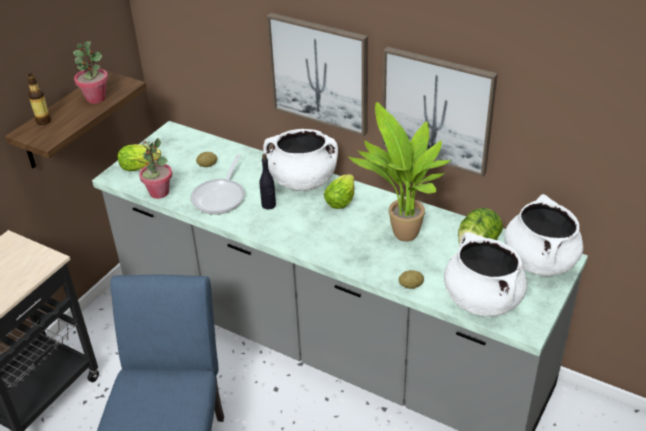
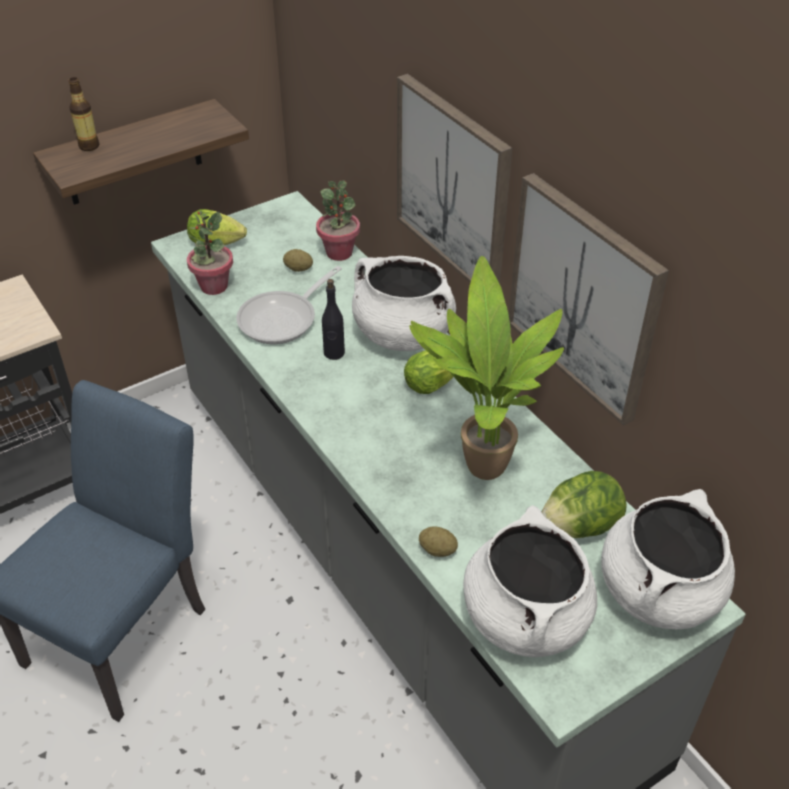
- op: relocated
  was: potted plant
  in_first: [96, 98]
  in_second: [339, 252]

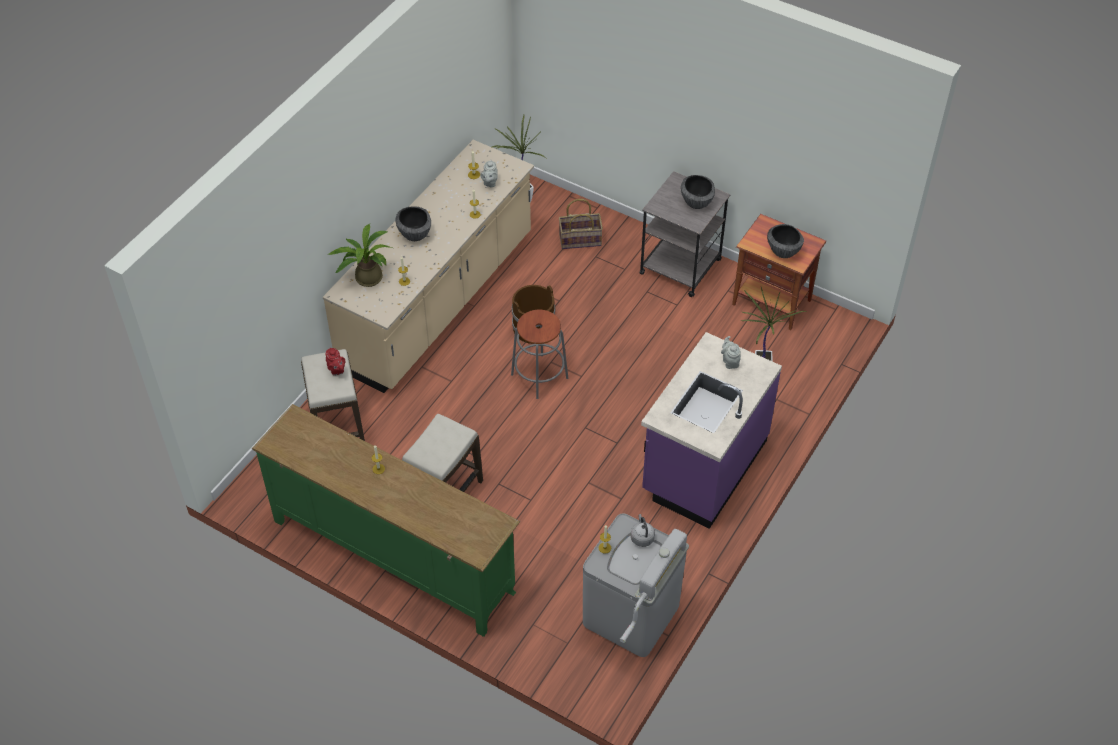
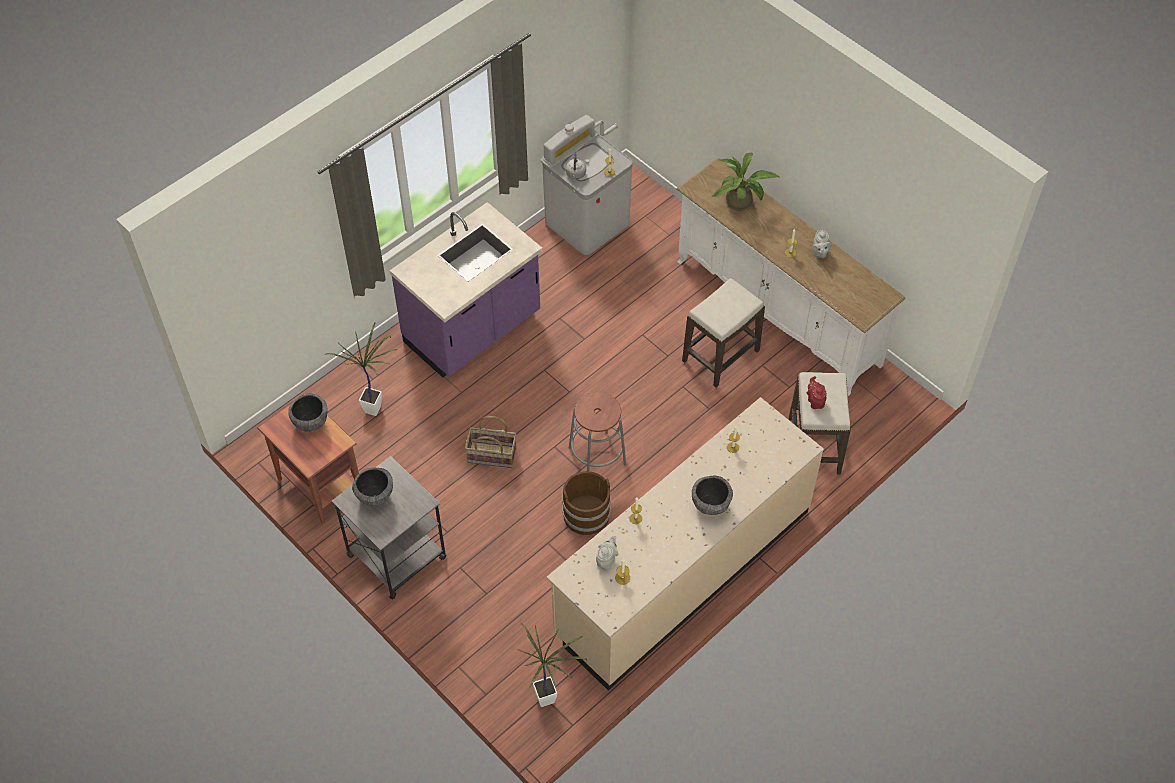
- op: relocated
  was: basket
  in_first: [580, 239]
  in_second: [491, 456]
- op: colour
  was: cabinet in green
  now: cabinet in white
  in_first: [394, 555]
  in_second: [776, 313]
- op: relocated
  was: potted plant
  in_first: [365, 278]
  in_second: [742, 203]
- op: relocated
  was: teapot in grey
  in_first: [730, 361]
  in_second: [819, 253]

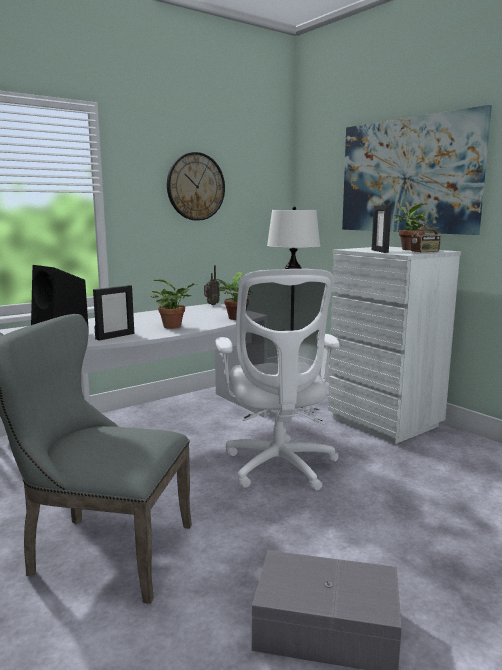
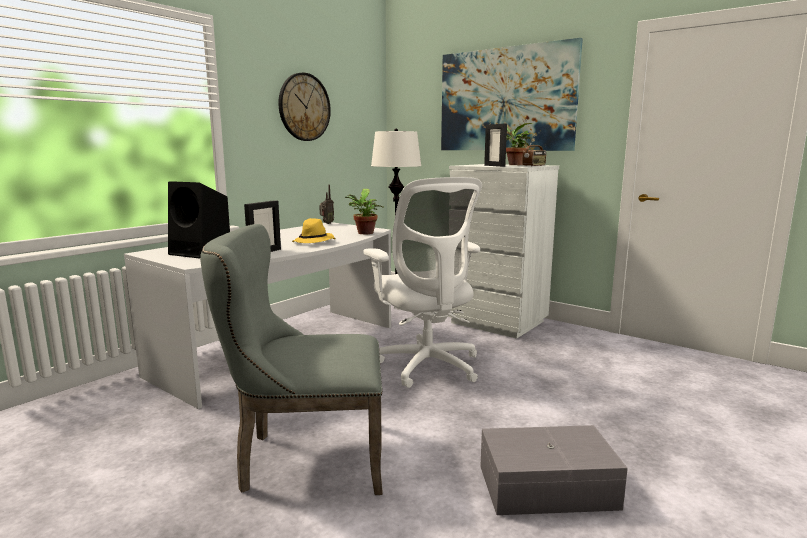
- op: exchanged
  was: potted plant
  now: hat in yellow
  in_first: [174, 326]
  in_second: [314, 242]

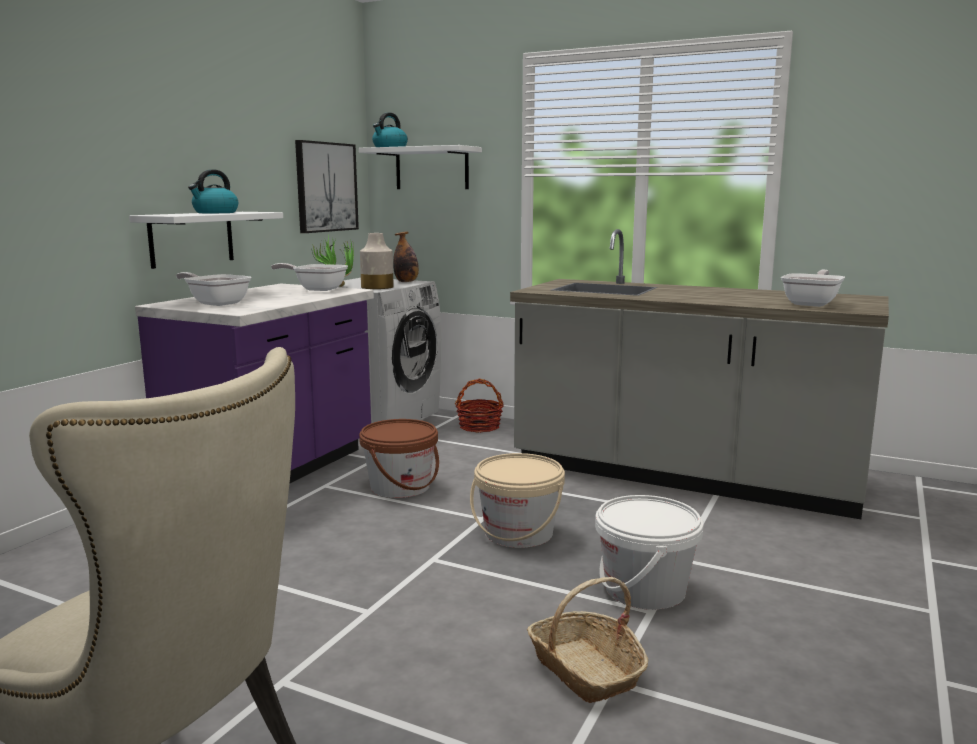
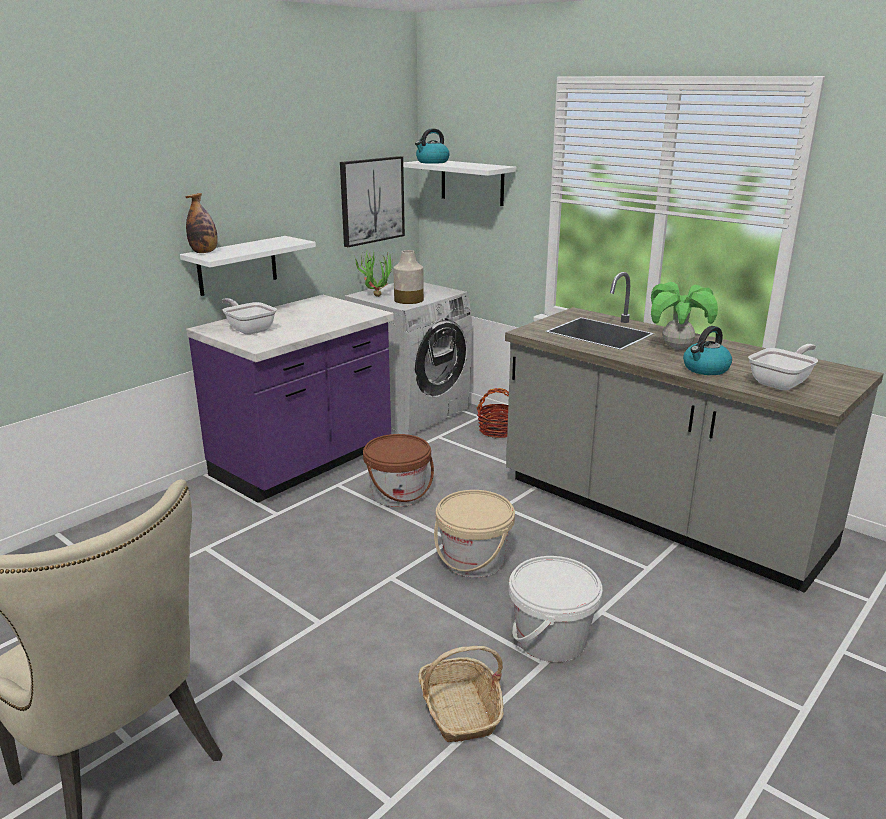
- op: relocated
  was: bottle
  in_first: [406, 282]
  in_second: [204, 252]
- op: appeared
  now: potted plant
  in_second: [676, 347]
- op: relocated
  was: kettle
  in_first: [215, 212]
  in_second: [705, 369]
- op: missing
  was: frying pan
  in_first: [316, 289]

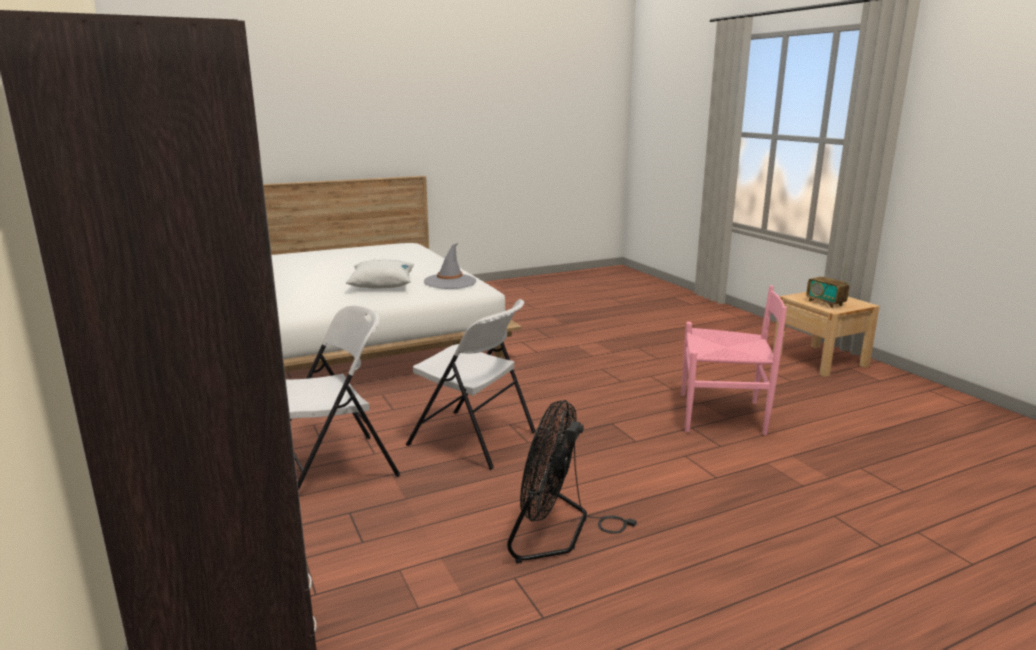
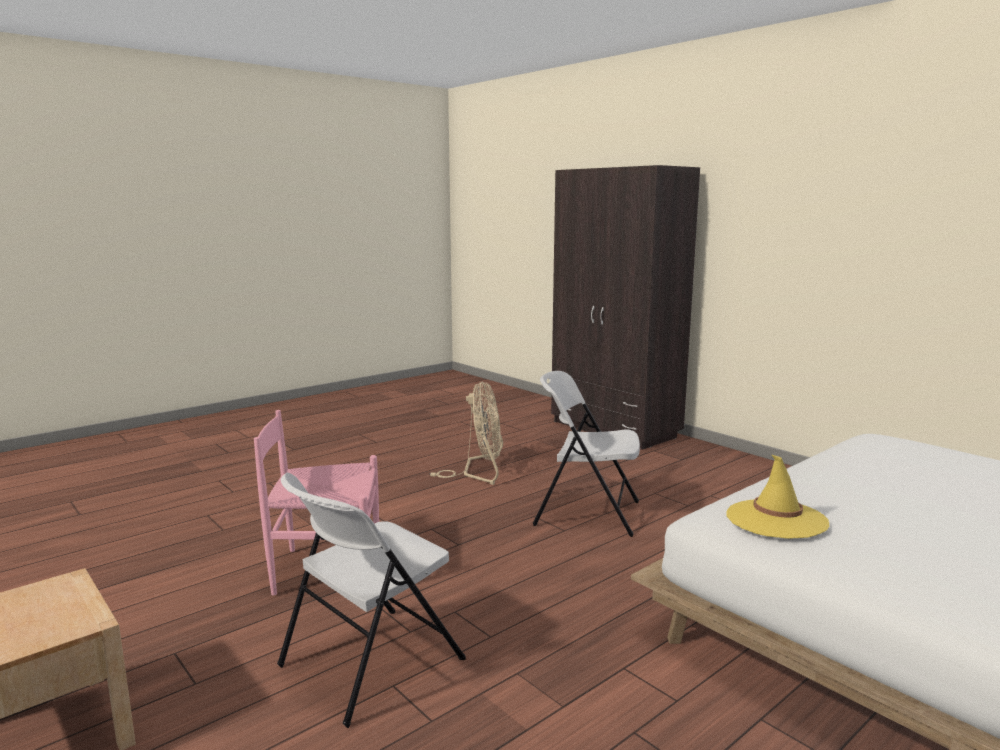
- op: relocated
  was: chair in white
  in_first: [333, 469]
  in_second: [371, 662]
- op: colour
  was: fan in black
  now: fan in beige
  in_first: [562, 527]
  in_second: [478, 470]
- op: colour
  was: hat in grey
  now: hat in yellow
  in_first: [450, 282]
  in_second: [776, 519]
- op: missing
  was: pillow in grey
  in_first: [382, 285]
- op: missing
  was: radio
  in_first: [825, 303]

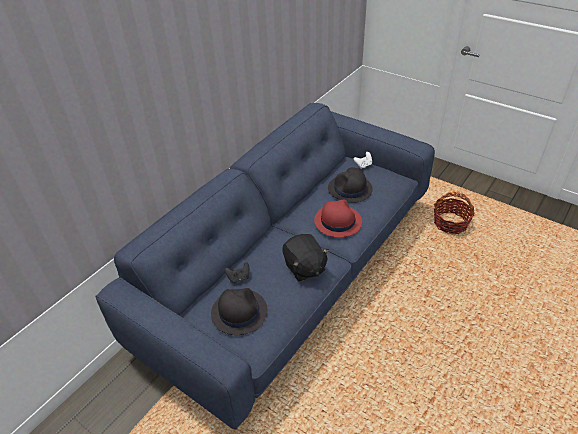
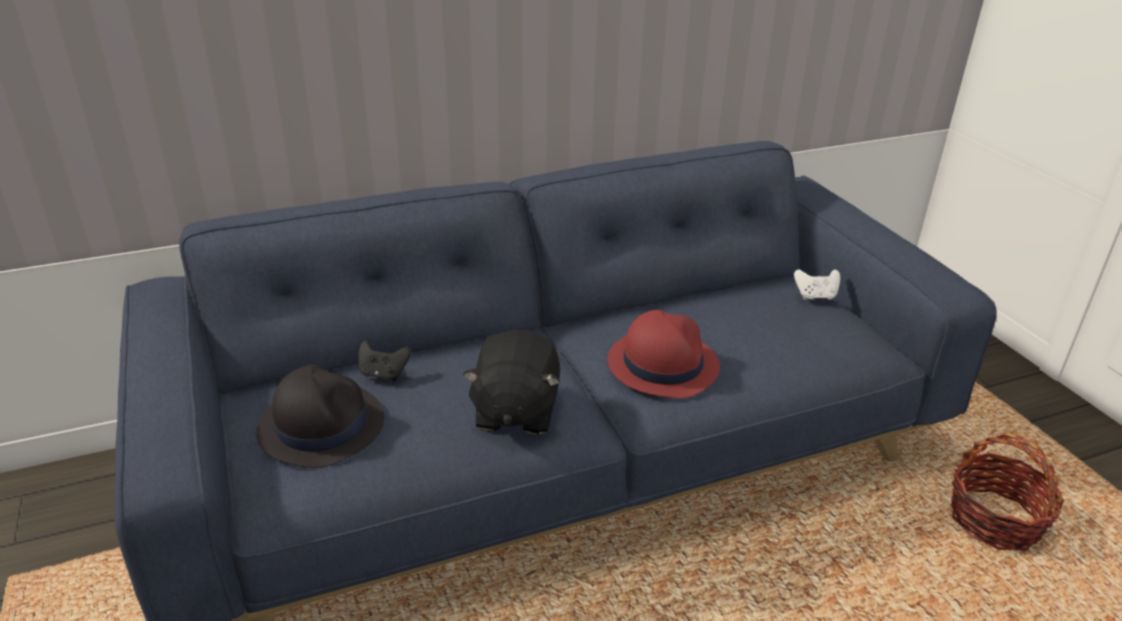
- op: missing
  was: hat in black
  in_first: [350, 189]

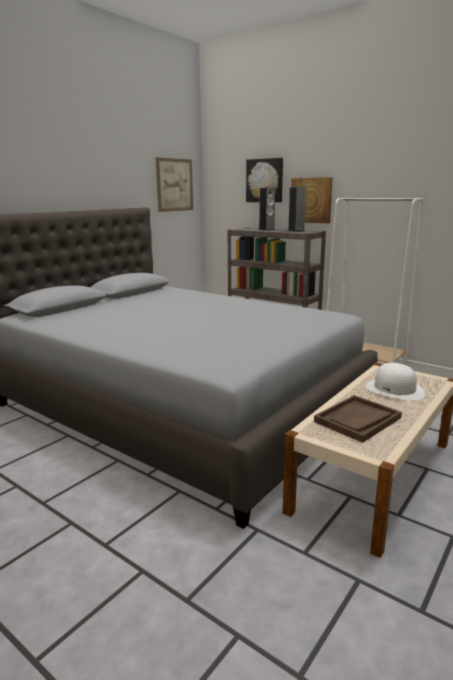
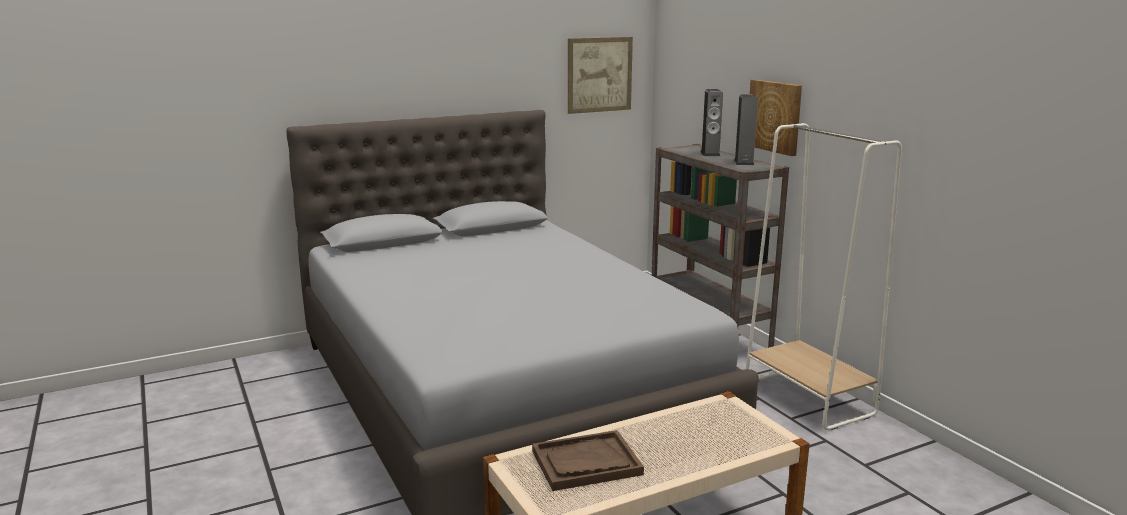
- op: missing
  was: picture
  in_first: [265, 180]
- op: missing
  was: hat in white
  in_first: [395, 389]

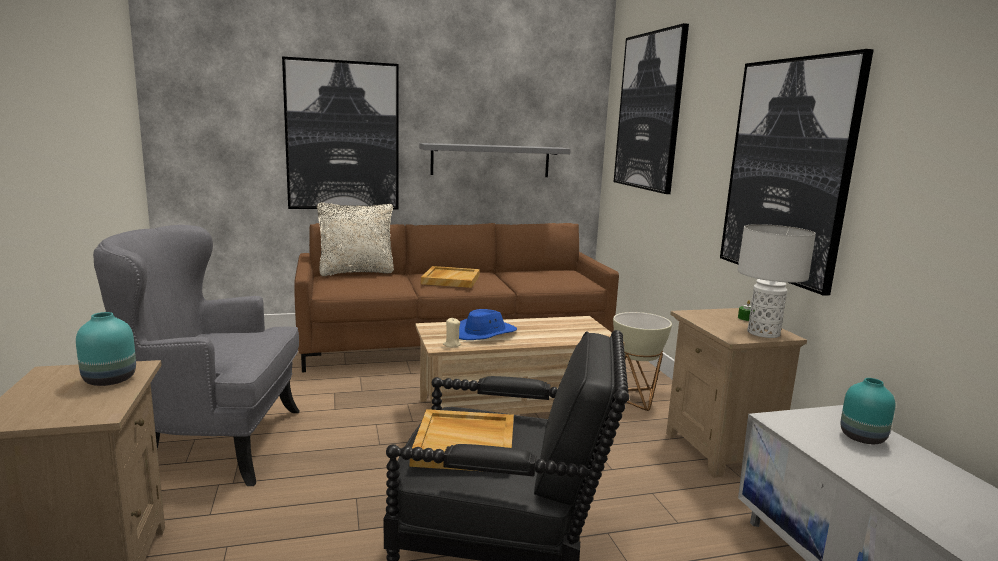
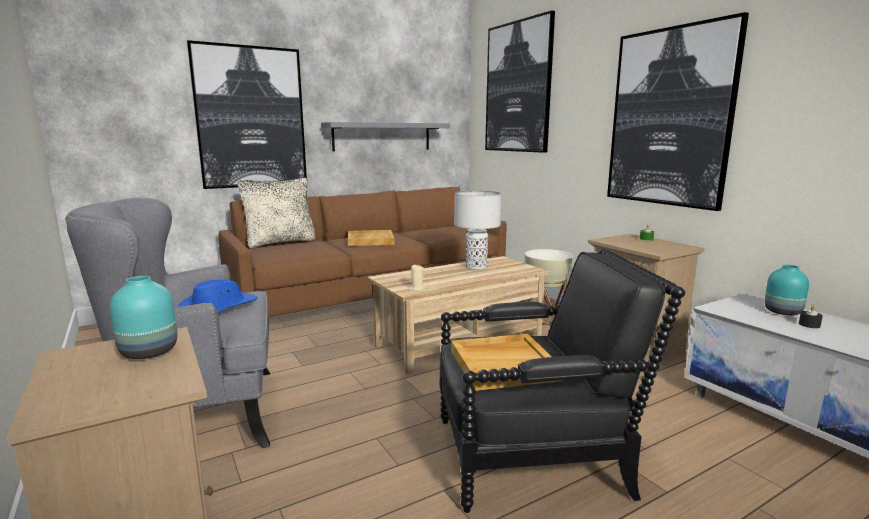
- op: relocated
  was: hat in blue
  in_first: [485, 333]
  in_second: [219, 307]
- op: relocated
  was: table lamp in white
  in_first: [764, 333]
  in_second: [476, 266]
- op: appeared
  now: candle in black
  in_second: [809, 325]

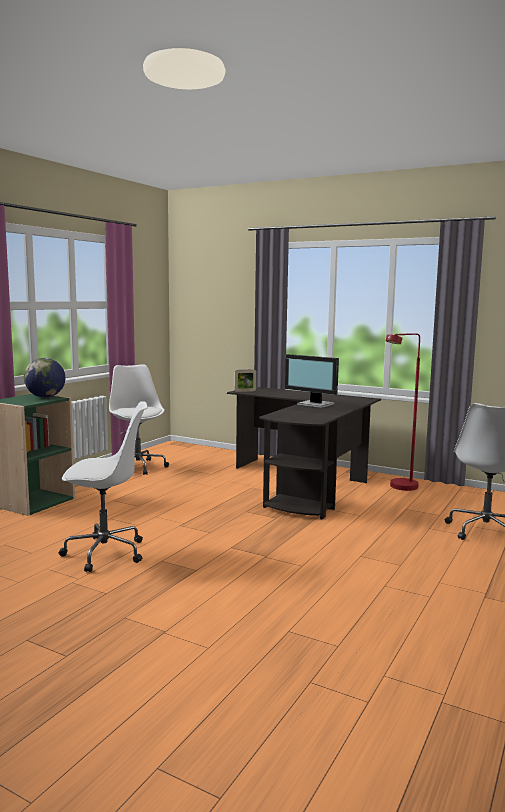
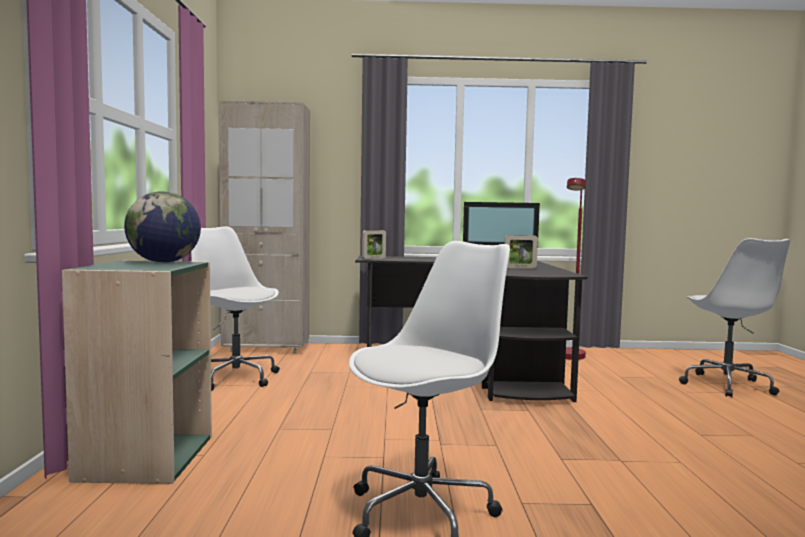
- op: appeared
  now: cabinet in beige
  in_second: [267, 348]
- op: appeared
  now: picture frame
  in_second: [520, 268]

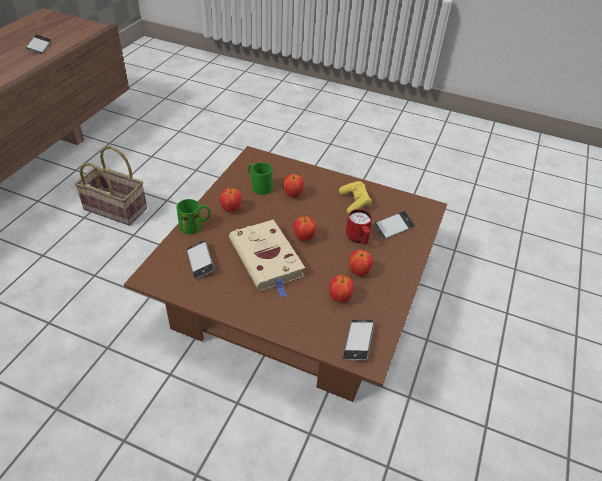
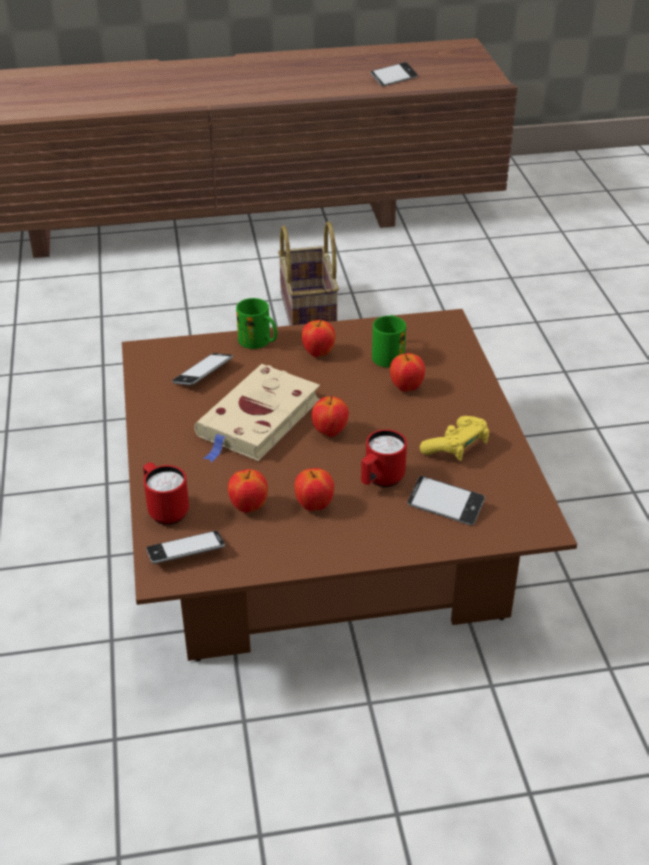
- op: appeared
  now: mug in red
  in_second: [165, 510]

